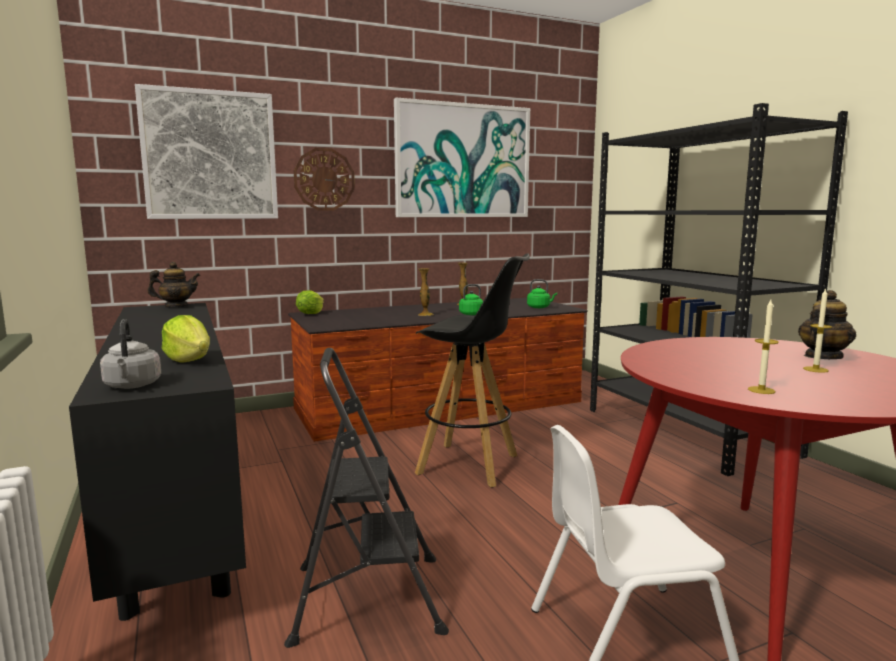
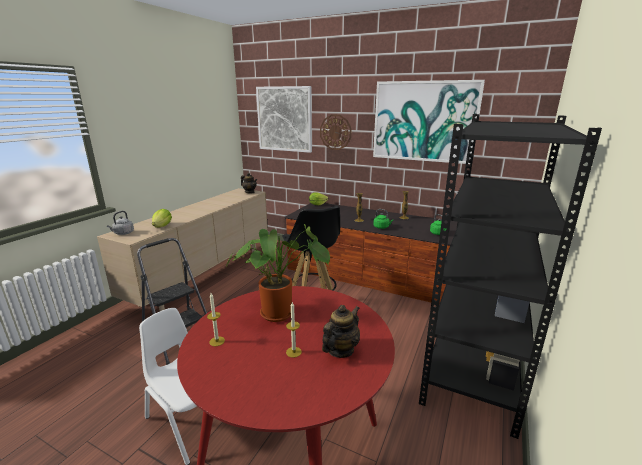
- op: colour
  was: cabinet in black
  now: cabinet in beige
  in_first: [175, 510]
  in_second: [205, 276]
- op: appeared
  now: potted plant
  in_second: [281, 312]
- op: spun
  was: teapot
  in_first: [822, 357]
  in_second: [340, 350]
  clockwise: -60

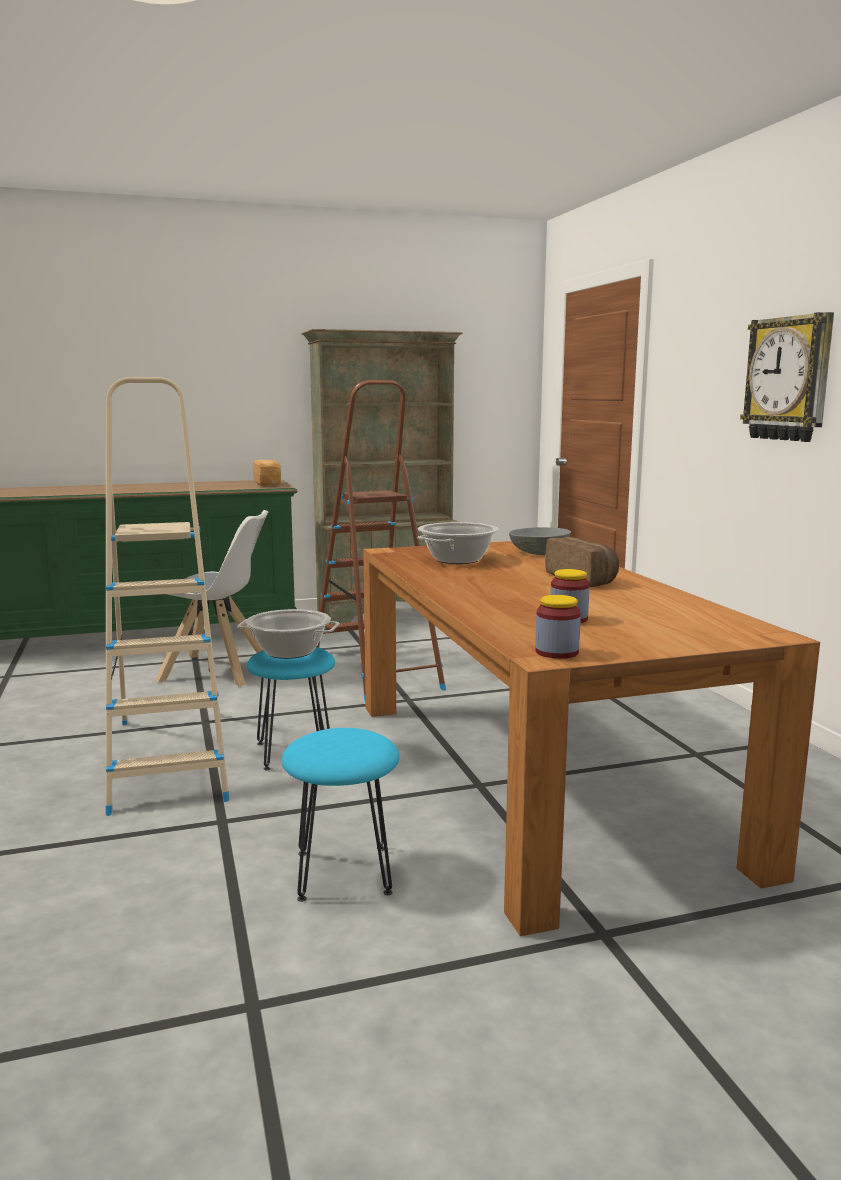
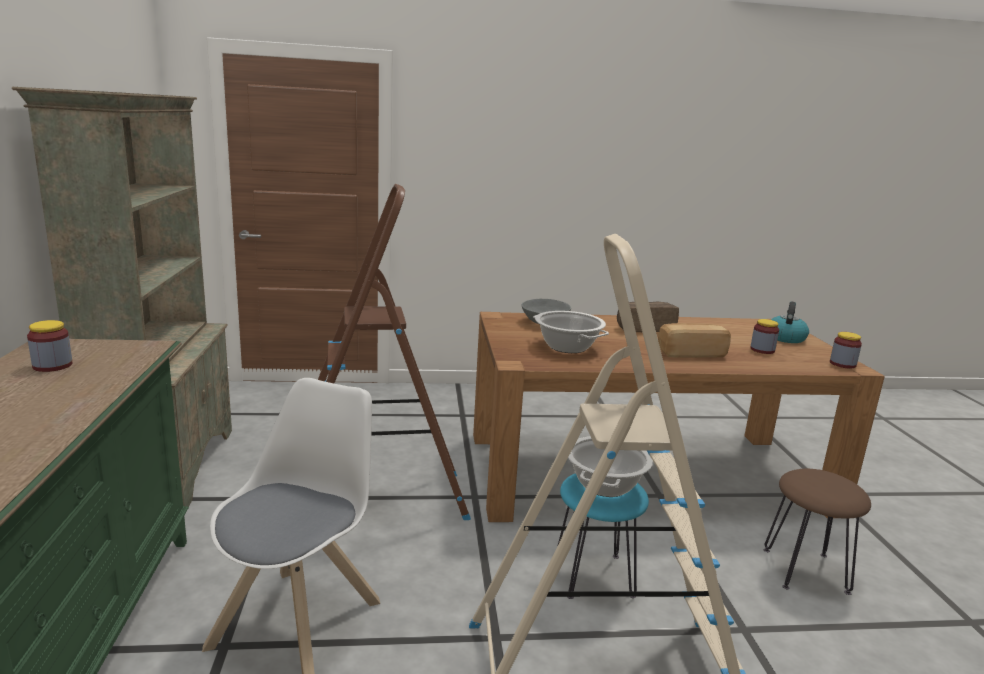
- op: appeared
  now: jar
  in_second: [52, 365]
- op: relocated
  was: bread
  in_first: [268, 484]
  in_second: [690, 353]
- op: colour
  was: stool in turquoise
  now: stool in brown
  in_first: [343, 872]
  in_second: [805, 571]
- op: appeared
  now: kettle
  in_second: [785, 338]
- op: missing
  was: wall clock
  in_first: [789, 379]

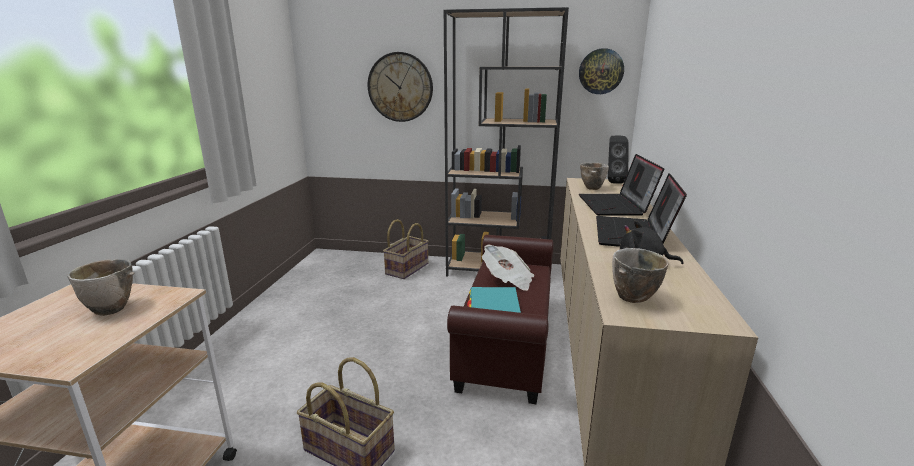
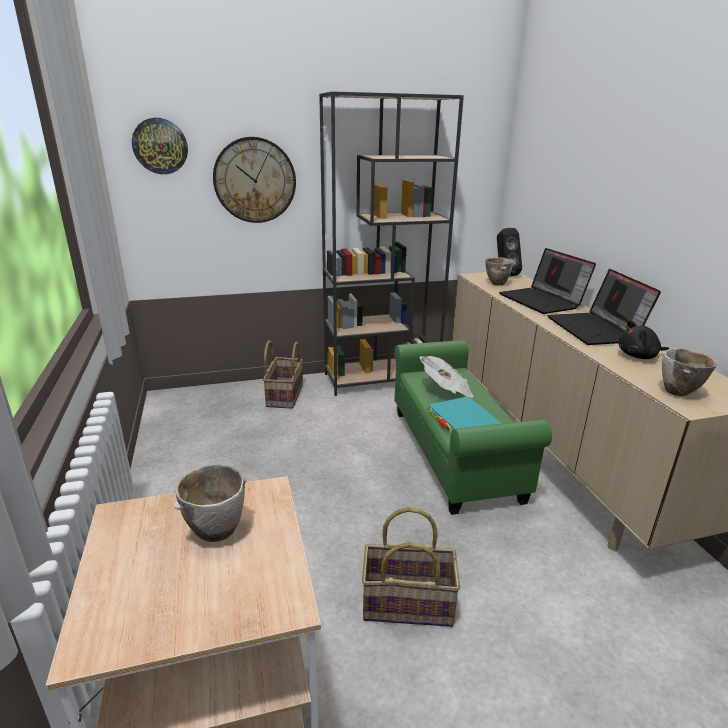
- op: relocated
  was: wall clock
  in_first: [601, 71]
  in_second: [160, 146]
- op: colour
  was: ottoman in brown
  now: ottoman in green
  in_first: [506, 343]
  in_second: [453, 453]

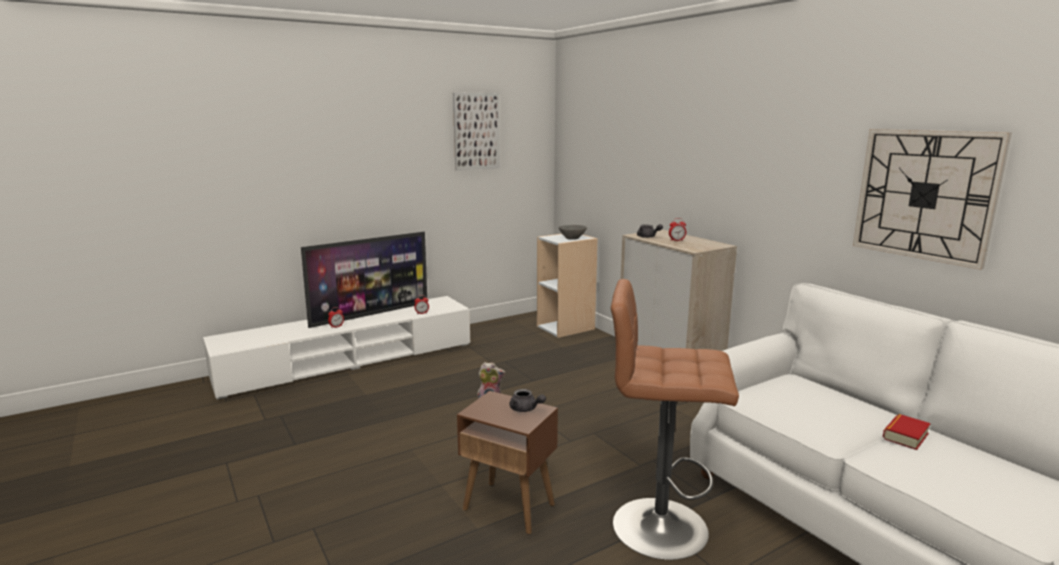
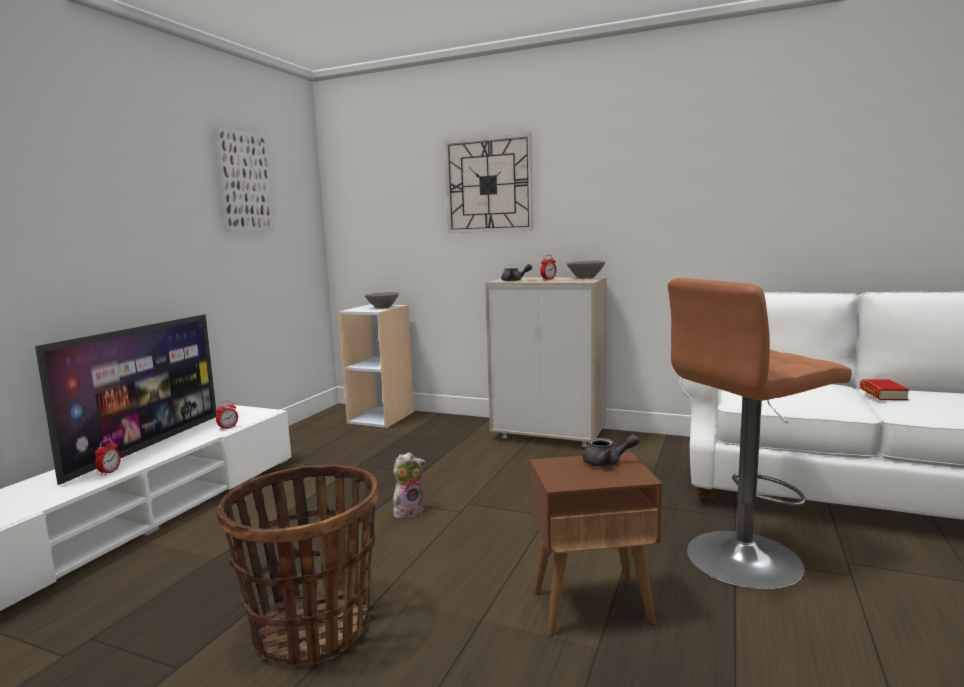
- op: appeared
  now: basket
  in_second: [312, 629]
- op: relocated
  was: wall clock
  in_first: [925, 195]
  in_second: [488, 185]
- op: appeared
  now: bowl in grey
  in_second: [585, 278]

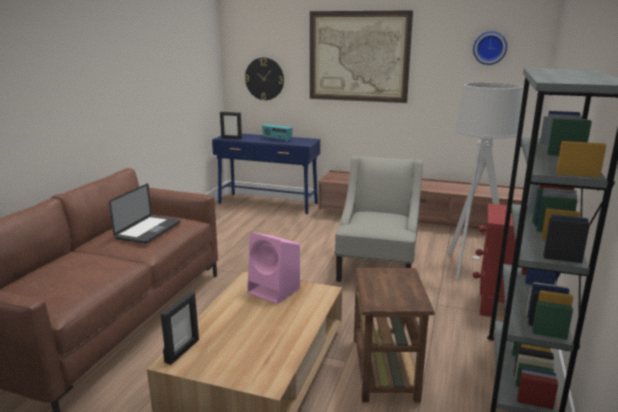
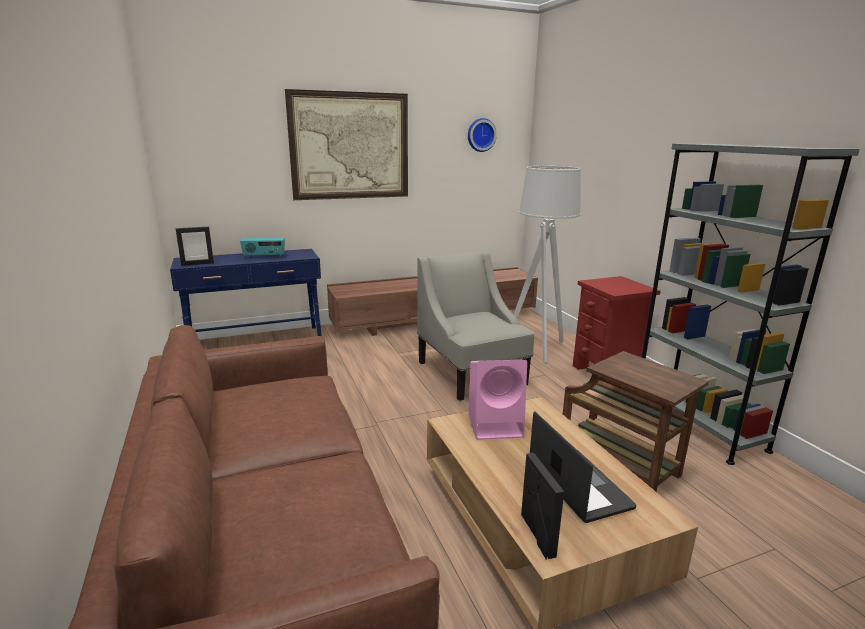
- op: relocated
  was: laptop
  in_first: [148, 230]
  in_second: [578, 485]
- op: missing
  was: wall clock
  in_first: [264, 79]

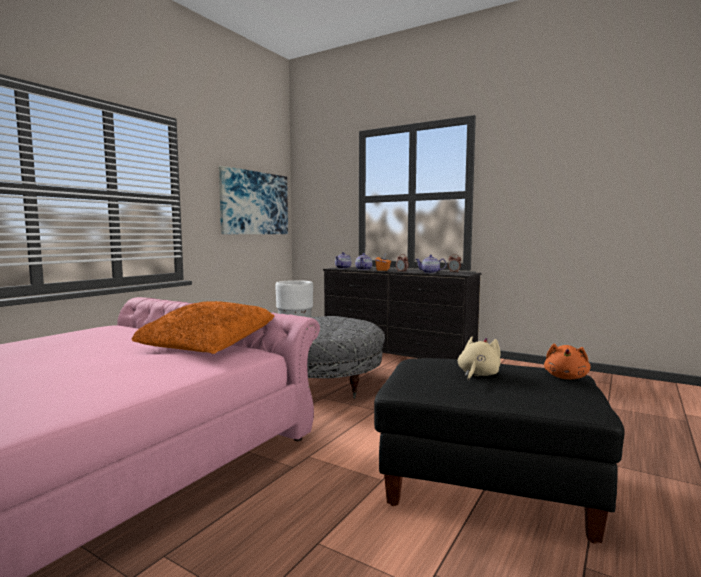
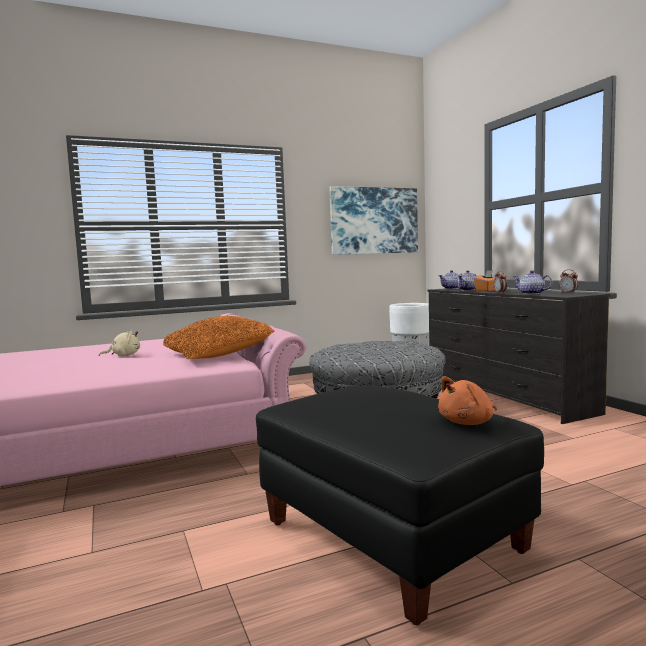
- op: relocated
  was: plush toy in beige
  in_first: [477, 374]
  in_second: [124, 355]

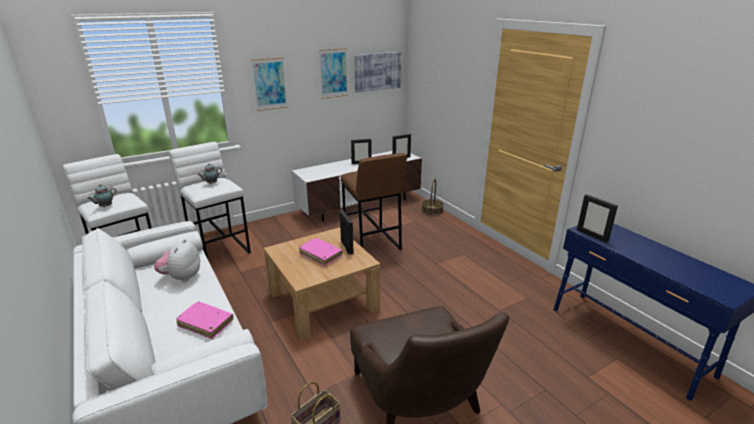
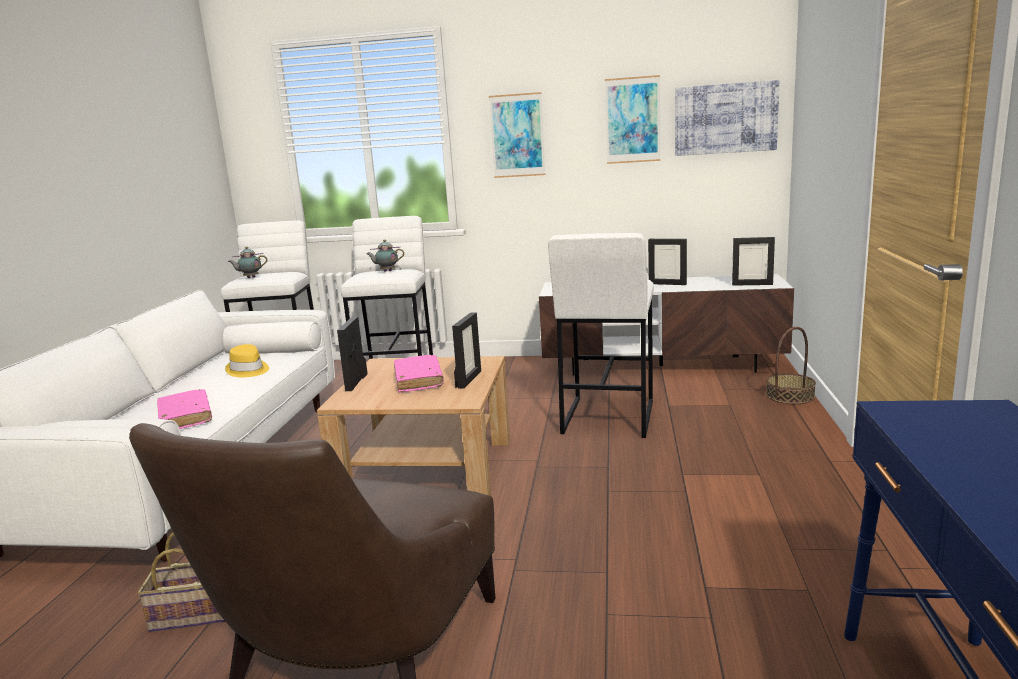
- op: exchanged
  was: plush toy
  now: hat in yellow
  in_first: [181, 277]
  in_second: [248, 370]
- op: relocated
  was: picture frame
  in_first: [592, 235]
  in_second: [356, 382]
- op: colour
  was: stool in brown
  now: stool in white
  in_first: [372, 243]
  in_second: [608, 418]

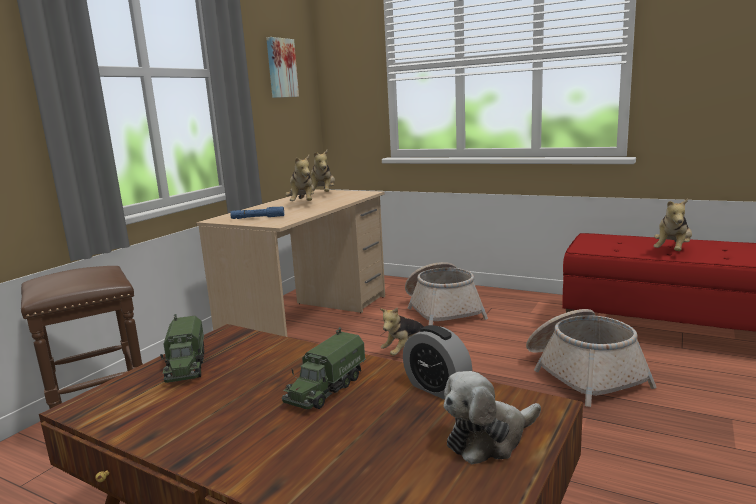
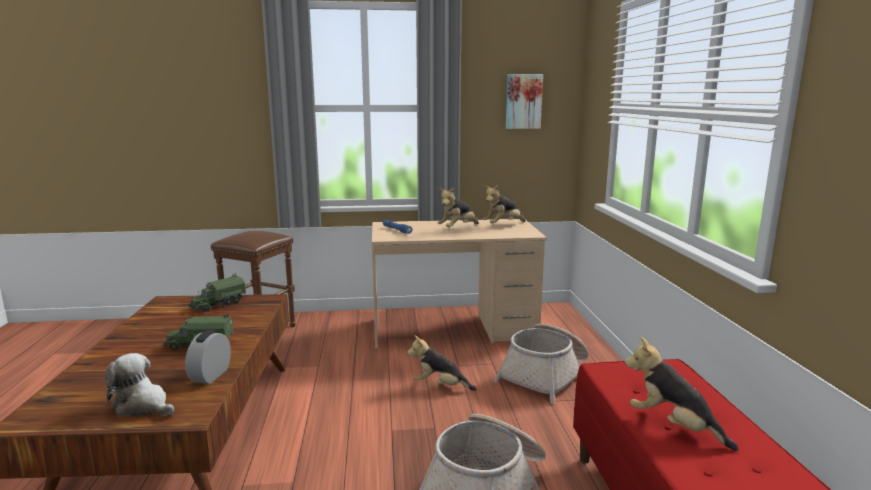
- op: spun
  was: plush toy
  in_first: [672, 251]
  in_second: [673, 426]
  clockwise: 45

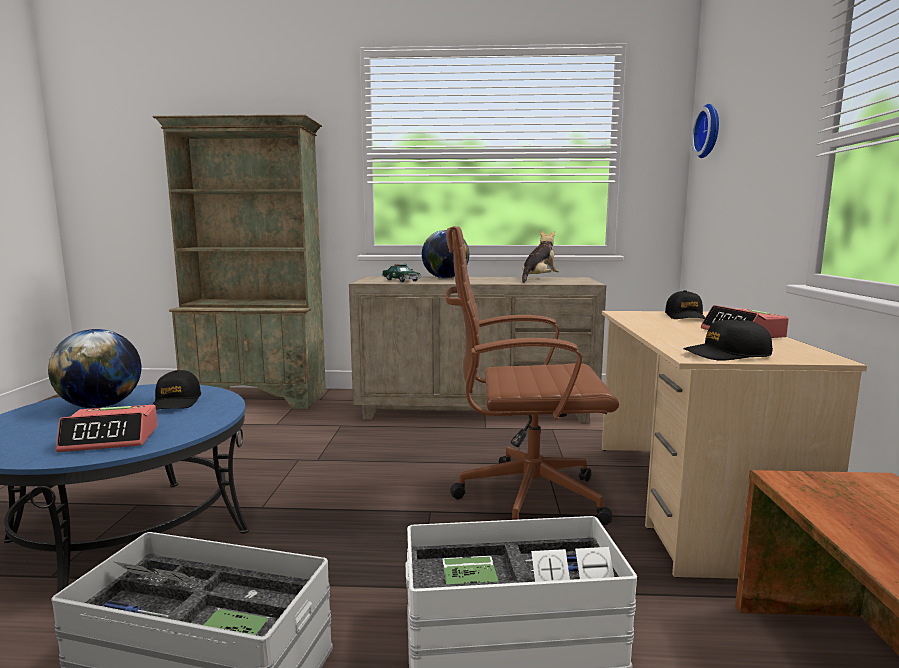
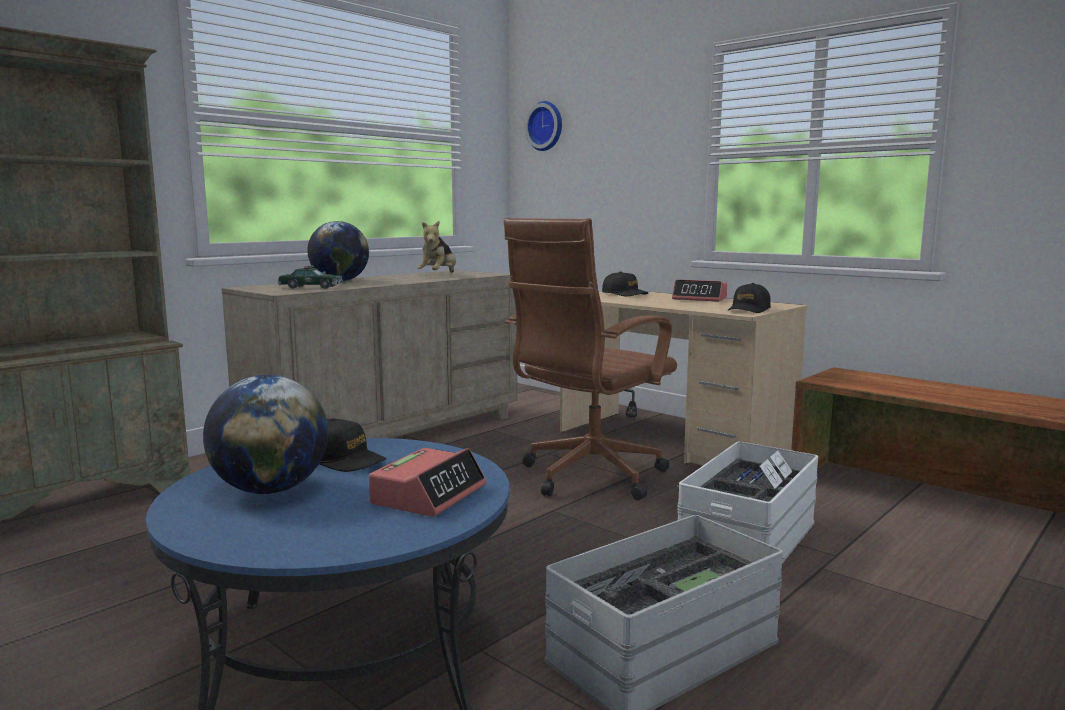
- op: spun
  was: plush toy
  in_first: [538, 280]
  in_second: [438, 275]
  clockwise: -150

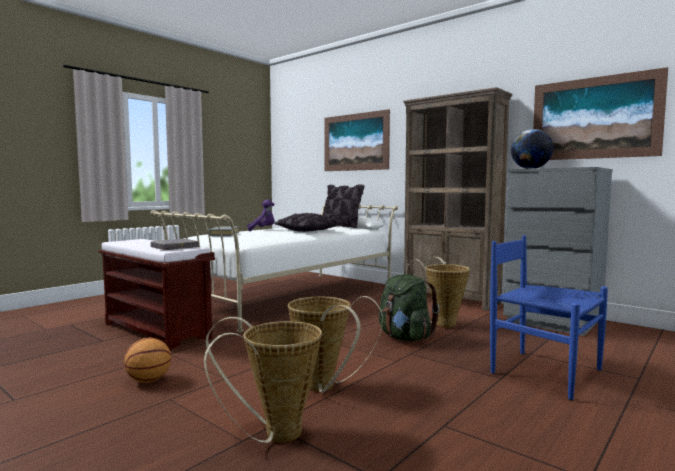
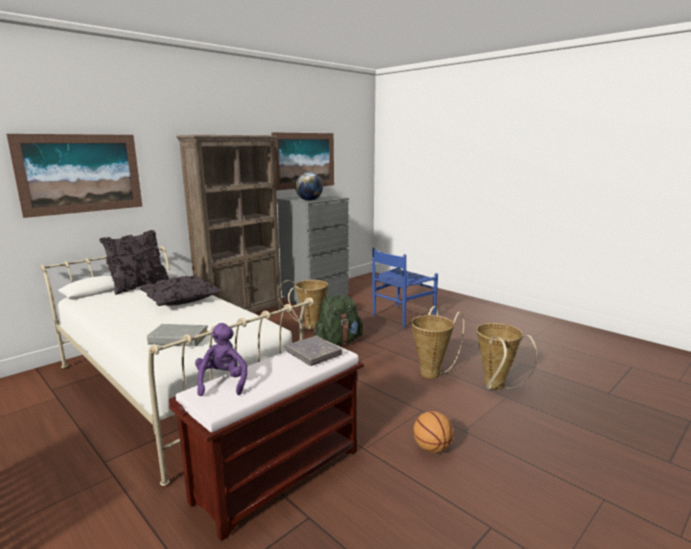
- op: relocated
  was: plush toy in purple
  in_first: [262, 230]
  in_second: [223, 382]

